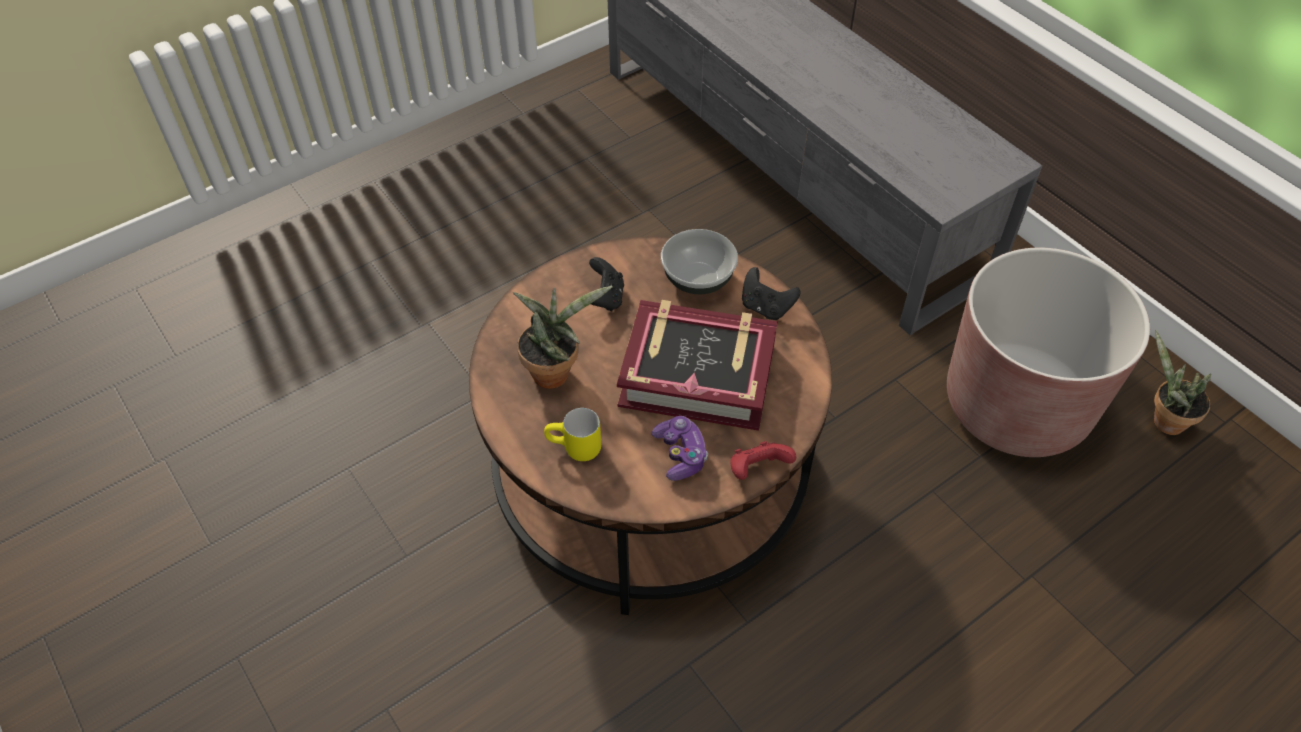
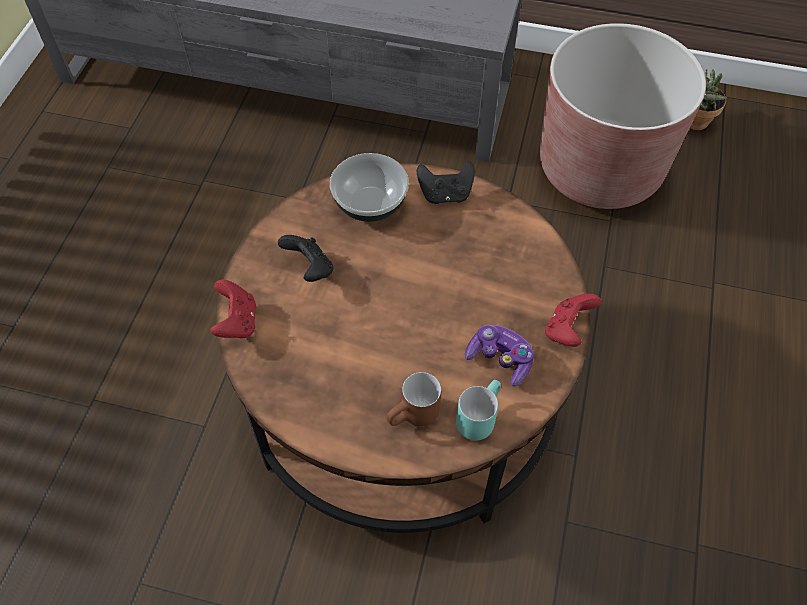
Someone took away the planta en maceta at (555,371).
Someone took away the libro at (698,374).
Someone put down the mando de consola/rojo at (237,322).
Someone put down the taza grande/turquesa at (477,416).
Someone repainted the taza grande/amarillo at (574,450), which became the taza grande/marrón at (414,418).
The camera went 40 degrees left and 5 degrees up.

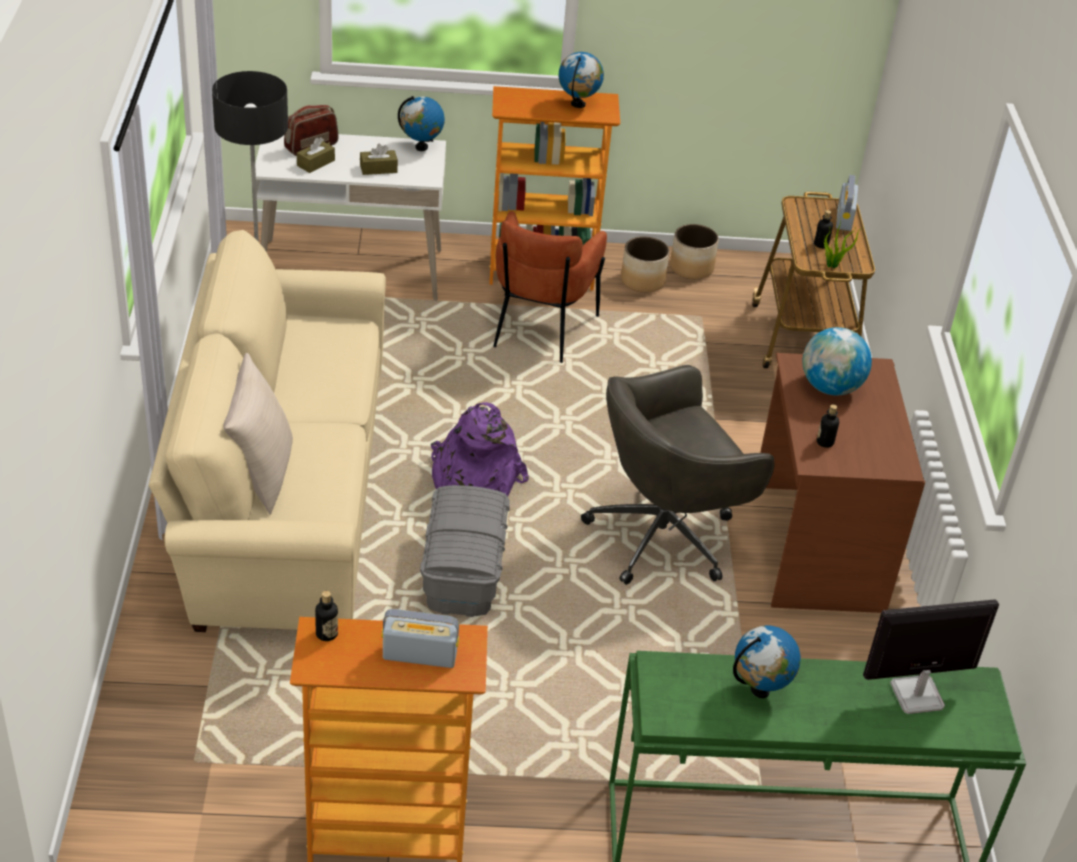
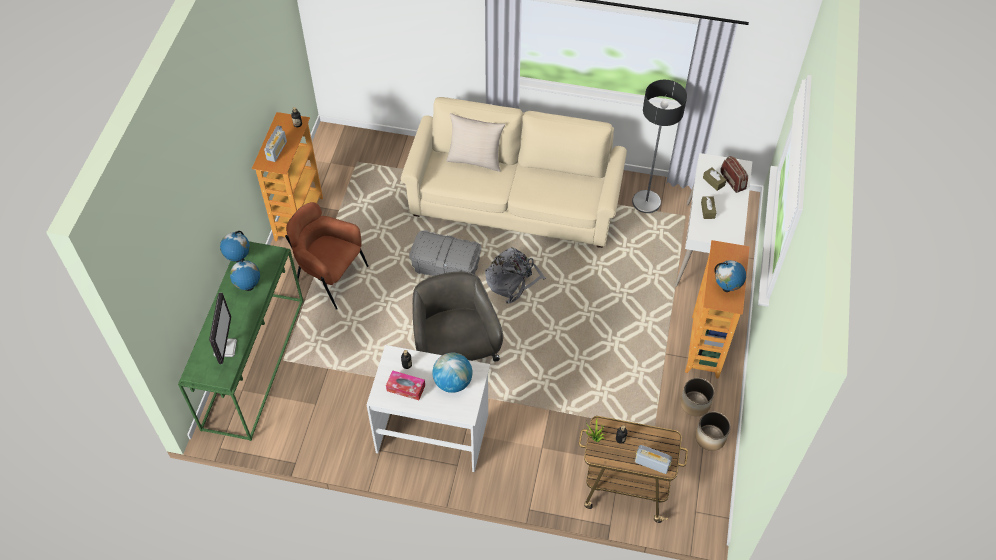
Someone put down the caja de pañuelos at (406,388).
Someone carried the globo terráqueo from (421,147) to (238,259).
Someone carried the sillón/marrón from (539,329) to (330,277).
Someone repainted the mochila/morado at (473,480), which became the mochila/gris at (512,281).
Someone repainted the escritorio/marrón at (815,546), which became the escritorio/blanco at (433,432).
The camera went 105 degrees right and 15 degrees up.

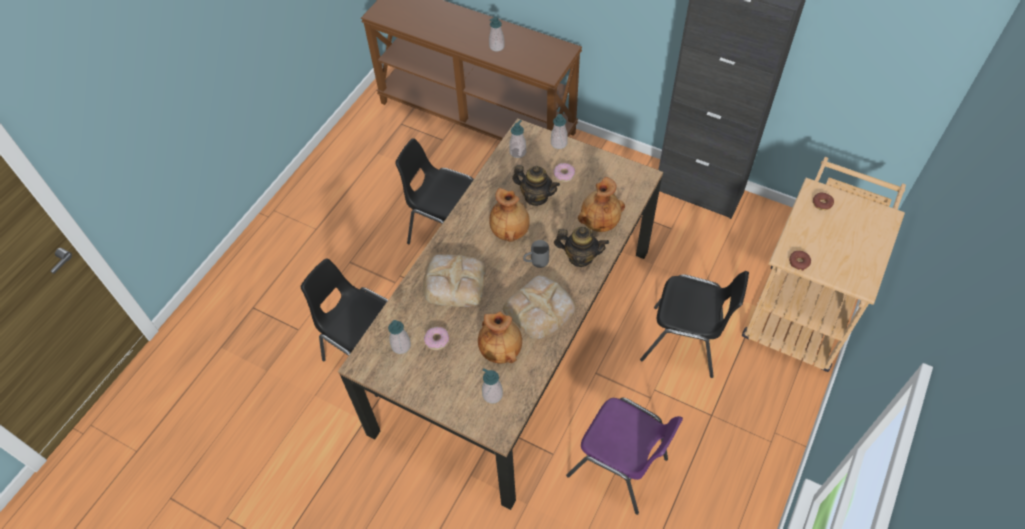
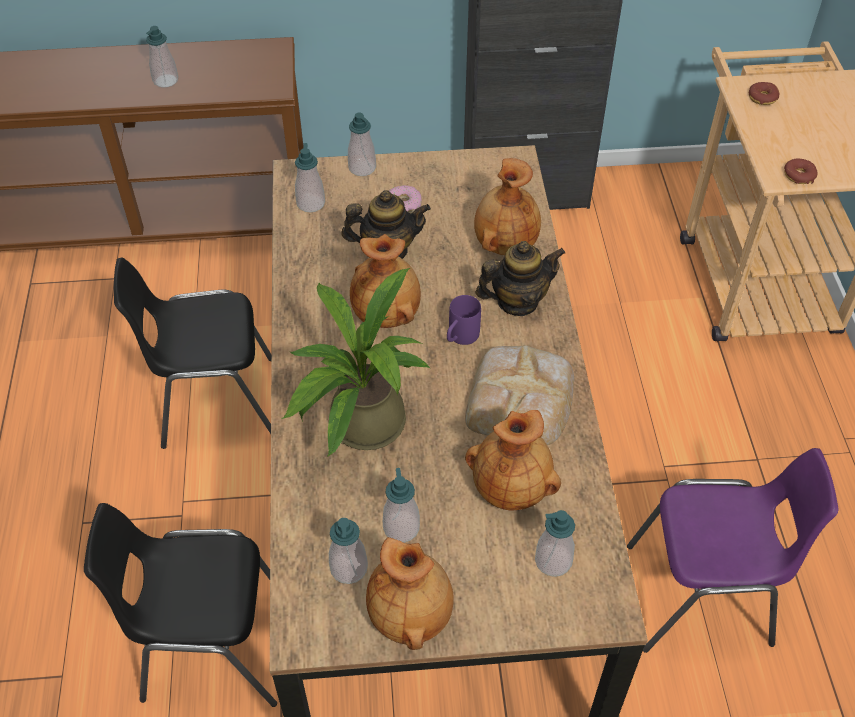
Someone took away the silla/negro at (684,343).
Someone put down the florero/marrón at (411,614).
Someone swapped the pan at (454,282) for the planta en maceta at (359,427).
Someone swapped the rosquilla at (437,340) for the dispensador de jabón at (401,528).
Someone repainted the taza grande/gris at (536,262), which became the taza grande/morado at (460,338).
The camera went 35 degrees left and 5 degrees down.

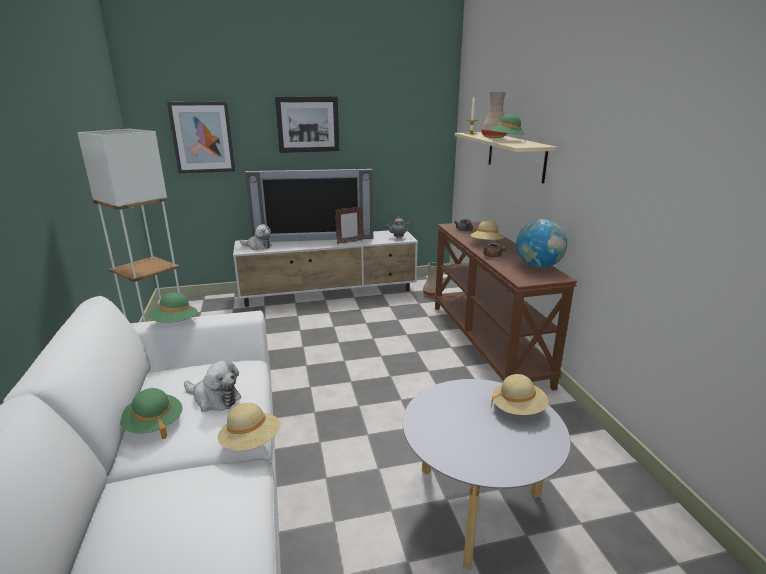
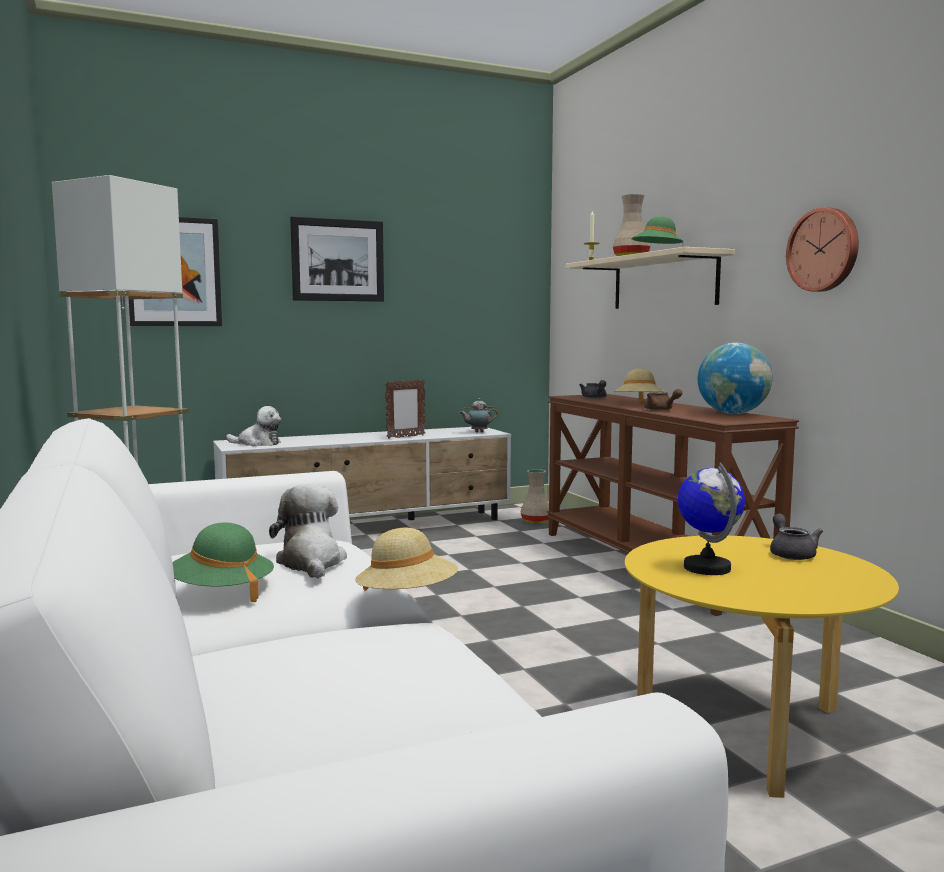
Someone took away the sombrero/verde at (175,323).
Someone took away the televisor at (313,238).
Someone put down the globo terráqueo at (707,568).
Someone put up the reloj de pared at (824,250).
Someone swapped the sombrero/beis at (518,409) for the tetera/gris at (791,554).
Someone repainted the mesa de centro/gris at (476,506), which became the mesa de centro/amarillo at (746,730).
Someone rotated the peluche at (214,399) by 120 degrees counterclockwise.
The camera went 10 degrees left and 15 degrees down.

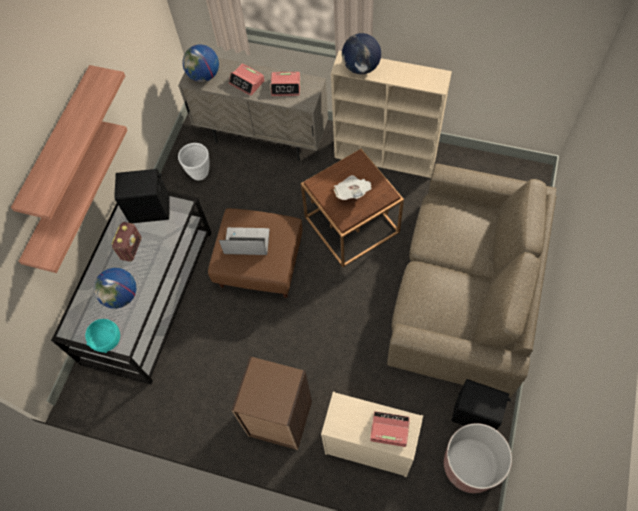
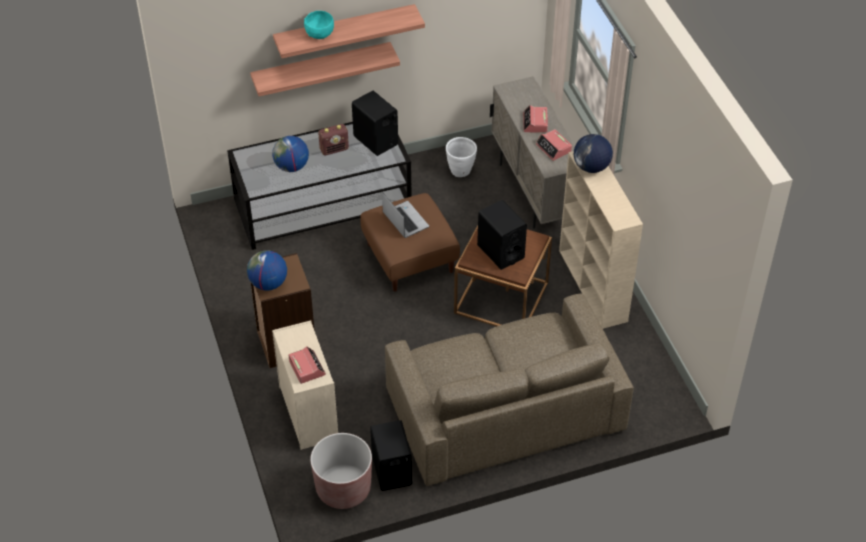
Someone carried the cuenco/turquesa from (107,339) to (320,33).
Someone carried the globo terráqueo from (204,75) to (268,283).
Someone swapped the periódico at (352,192) for the altavoz/negro at (500,251).
The camera went 50 degrees right and 15 degrees down.

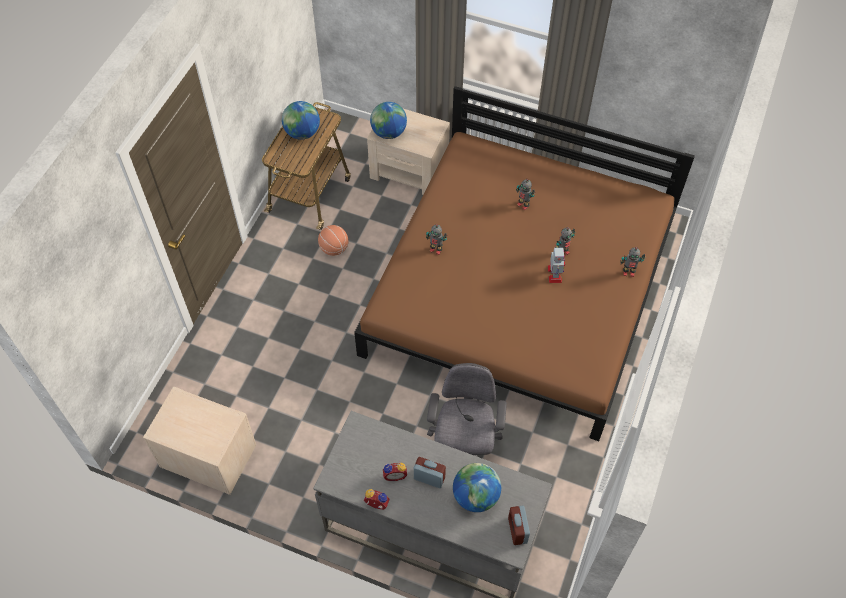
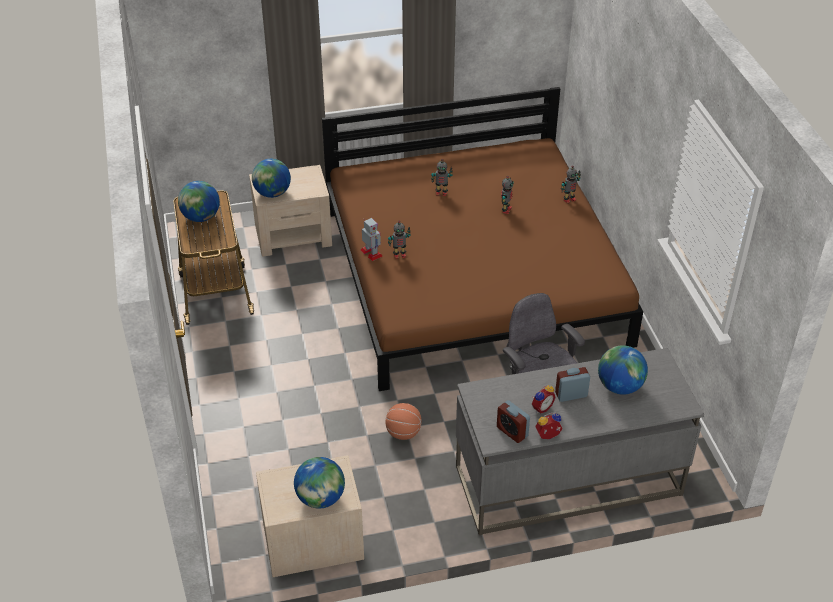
Someone put down the globo terráqueo at (320,498).
Someone carried the balón de baloncesto from (334,248) to (403,433).
Someone carried the despertador from (517,530) to (512,432).
Someone carried the robot de juguete from (554,274) to (371,253).
The camera went 35 degrees left and 15 degrees down.

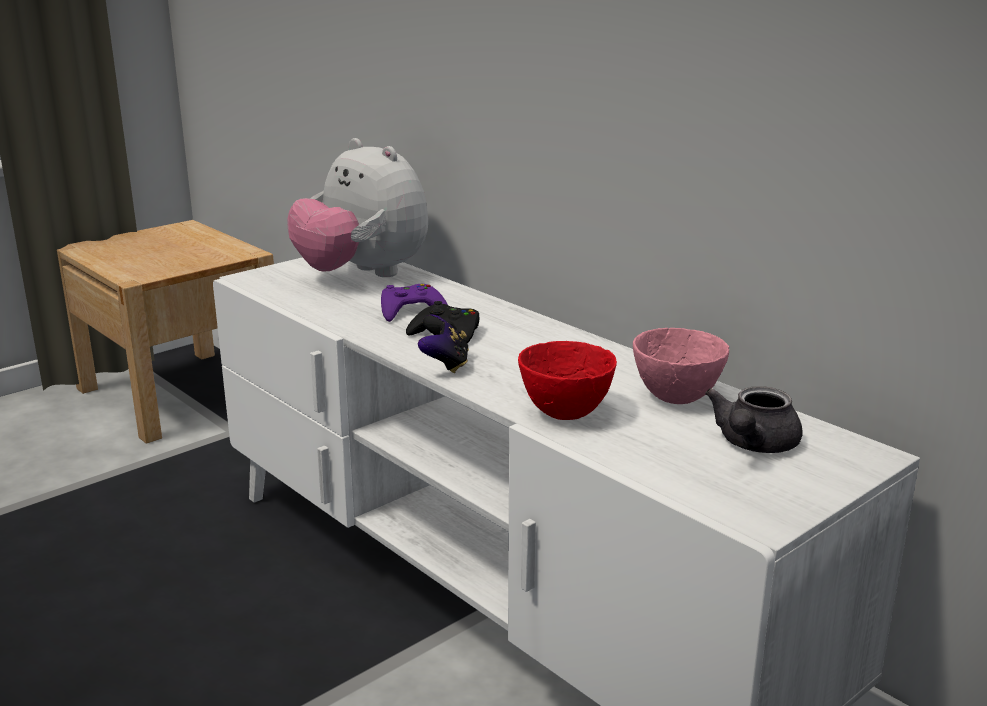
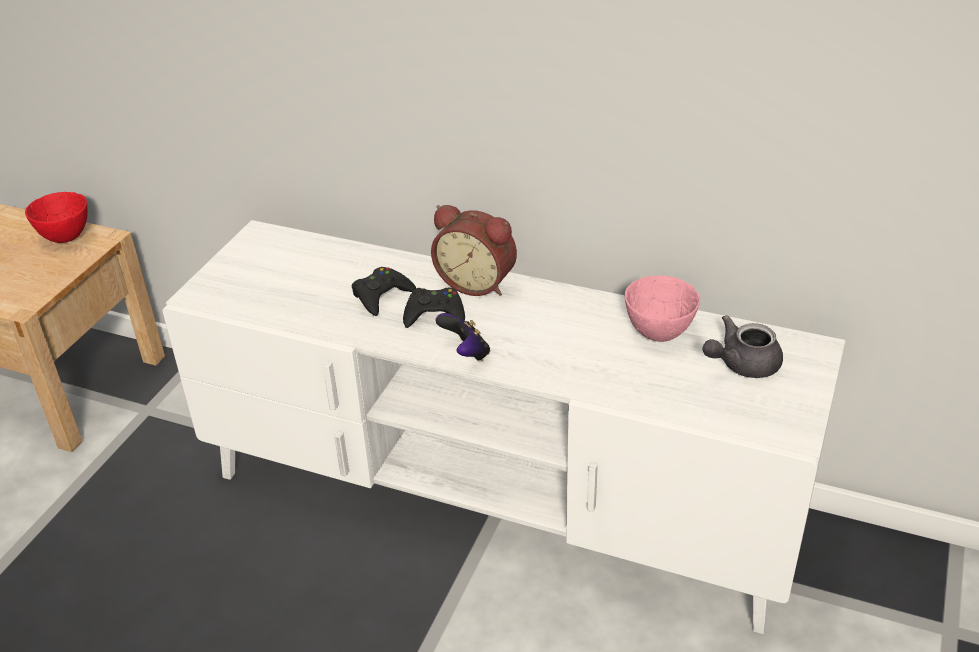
Someone took away the peluche at (362,275).
Someone put down the despertador at (477,282).
Someone carried the cuenco/rojo from (564,413) to (64,237).
Someone repainted the mando de consola/morado at (411,310), which became the mando de consola/negro at (381,295).
Someone rotated the tetera/gris at (753,445) by 60 degrees clockwise.
The camera went 25 degrees left and 15 degrees up.

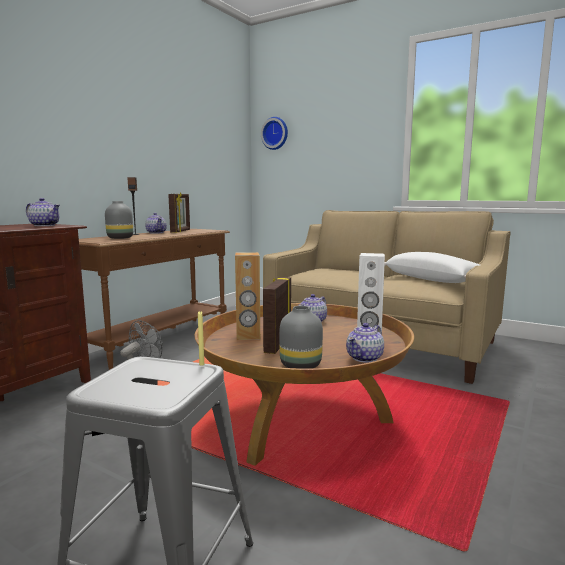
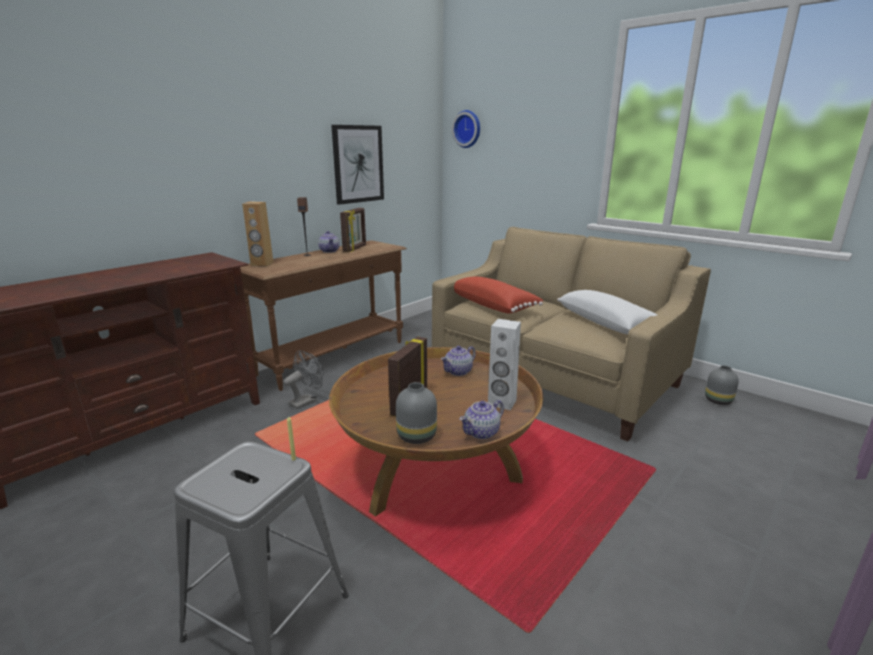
Someone took away the tetera at (44,225).
Someone put up the cuadro at (358,164).
Someone put down the cojín/rojo at (494,305).
Someone carried the florero/gris from (121,238) to (718,400).
Someone carried the altavoz/marrón from (248,336) to (262,264).
The camera went 10 degrees right and 10 degrees up.

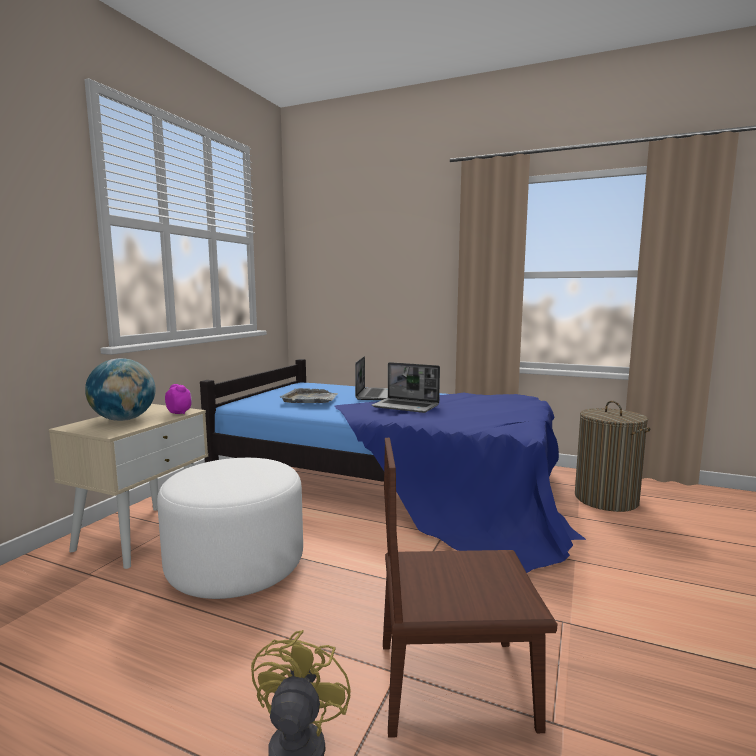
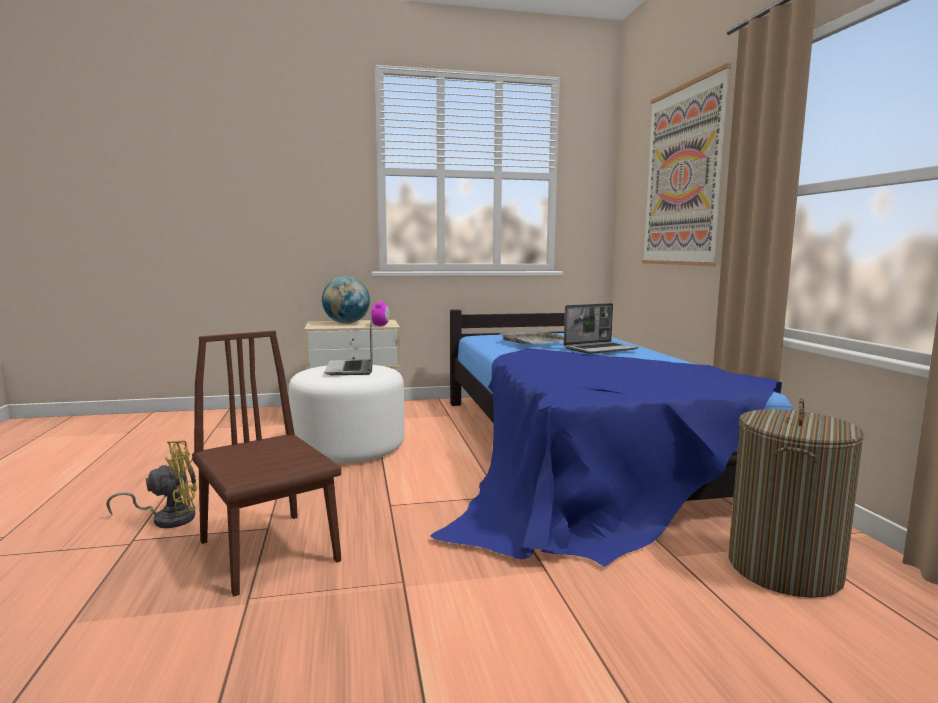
Someone put up the cuadro at (682,176).
Someone carried the portátil from (406,406) to (351,369).
The camera went 55 degrees right and 0 degrees up.

